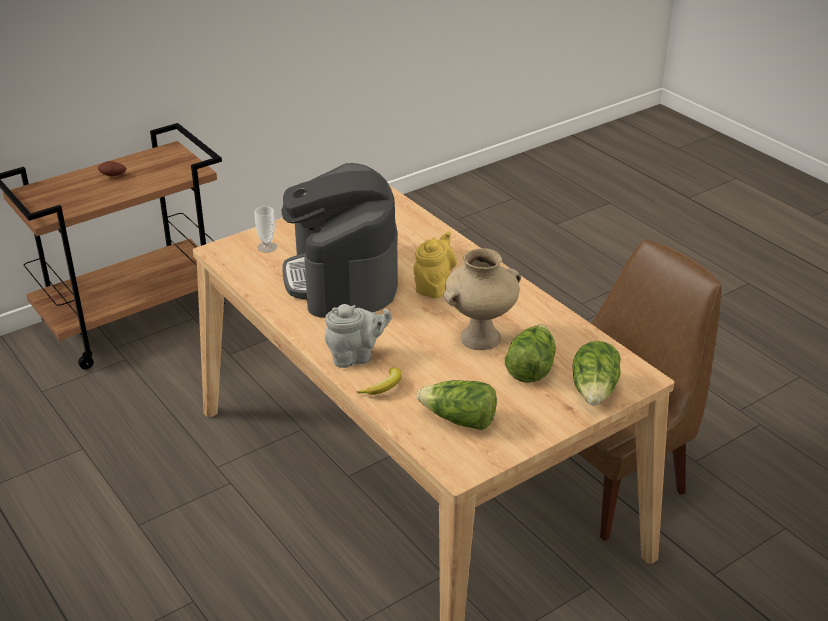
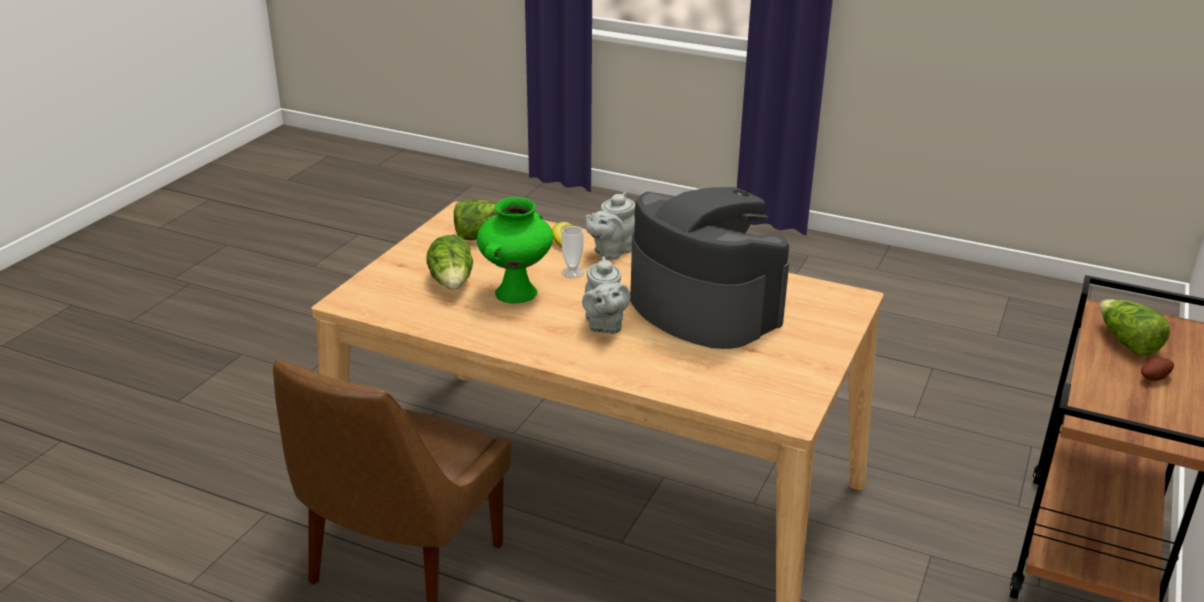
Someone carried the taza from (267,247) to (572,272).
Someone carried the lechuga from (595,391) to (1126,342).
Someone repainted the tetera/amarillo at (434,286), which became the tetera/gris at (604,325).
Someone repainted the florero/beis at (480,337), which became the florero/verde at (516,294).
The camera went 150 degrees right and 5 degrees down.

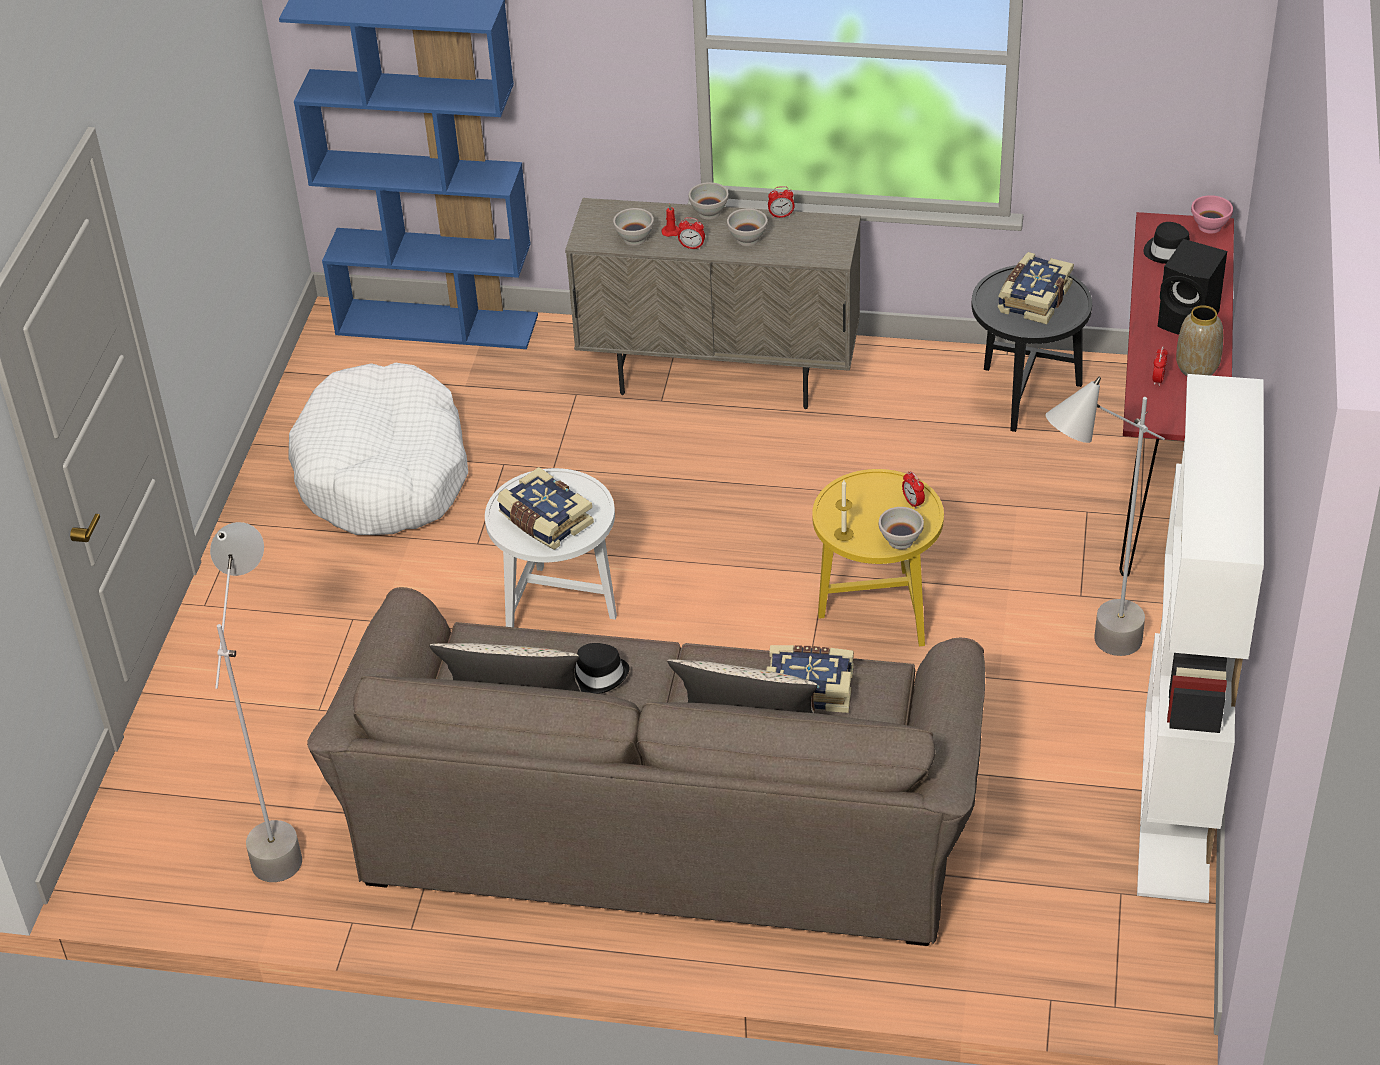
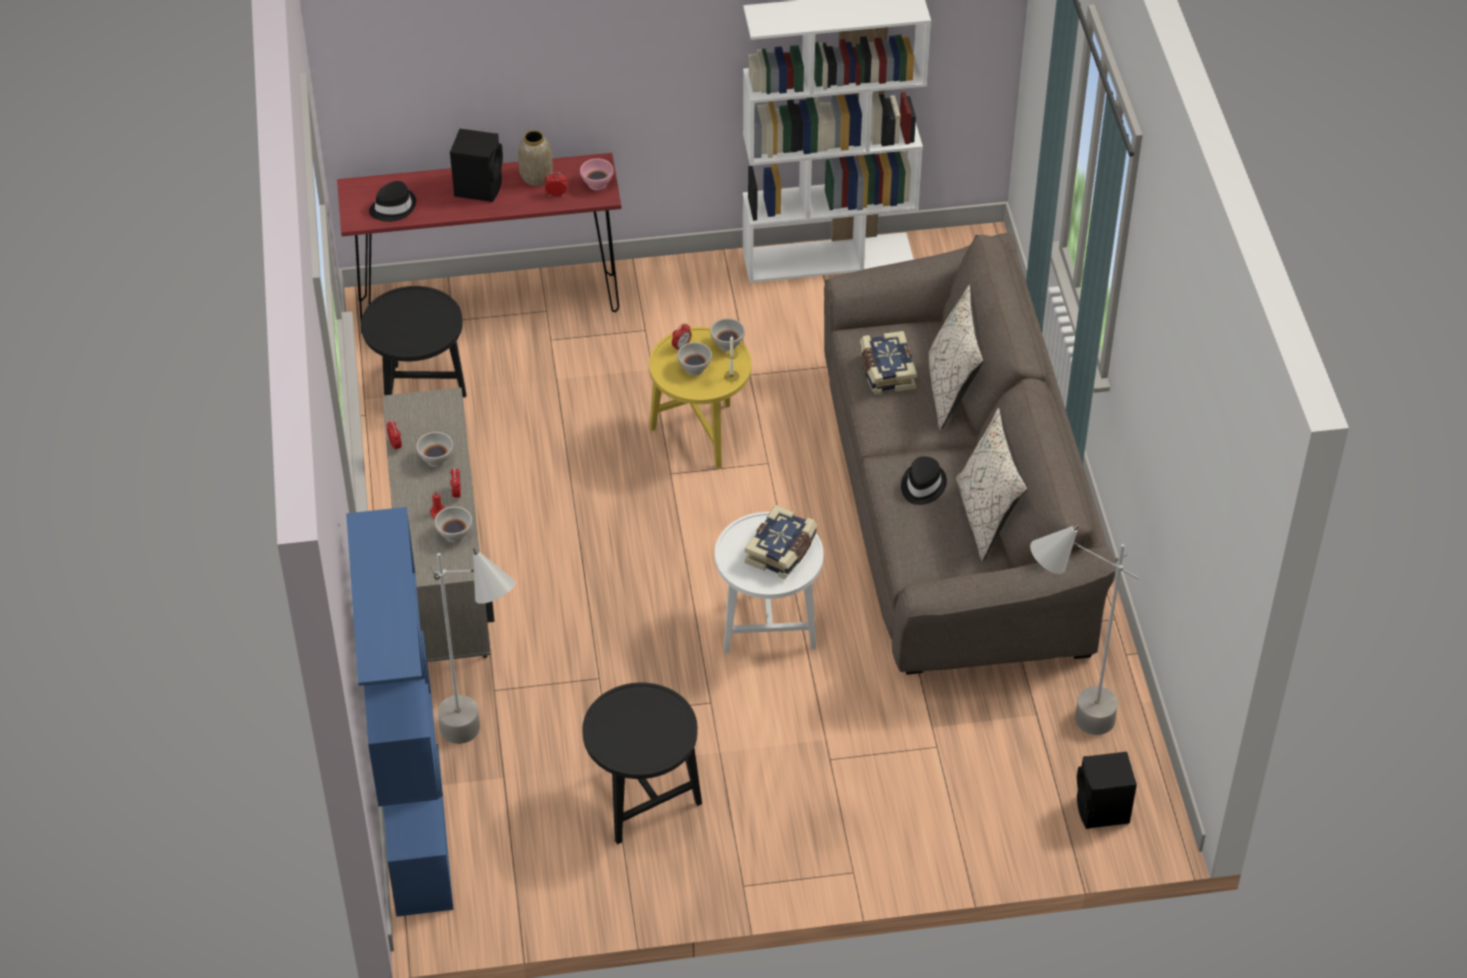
Someone took away the libro at (1033,298).
Someone put down the altavoz/negro at (1102,811).
Someone carried the cuenco/blanco from (708,213) to (694,369).
Someone carried the lámpara de pie/gris from (1086,654) to (484,745).
Someone carried the cuenco/rosa from (1209,226) to (597,184).
Someone swapped the cama para perro/blanco at (384,473) for the mesa auxiliar/negro at (642,799).
The camera went 110 degrees left and 5 degrees up.

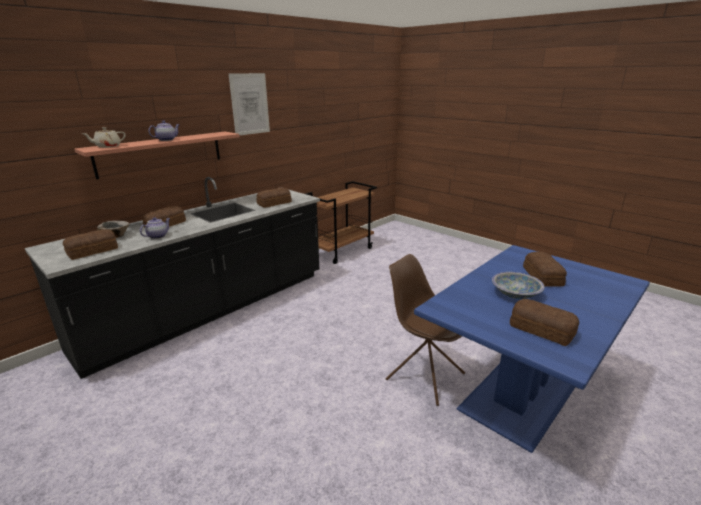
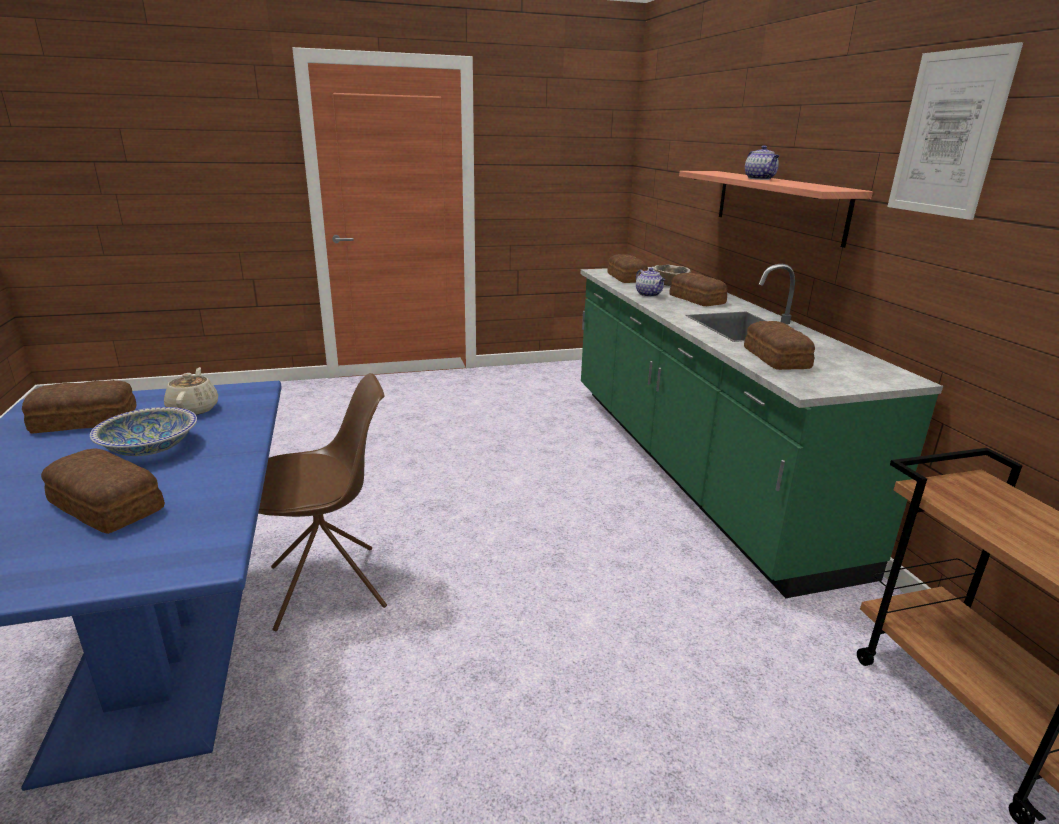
Someone carried the tetera/beis from (107,146) to (194,409).
Someone repainted the mueble bajo de cocina/negro at (210,310), which became the mueble bajo de cocina/verde at (691,465).
The camera went 120 degrees right and 0 degrees up.

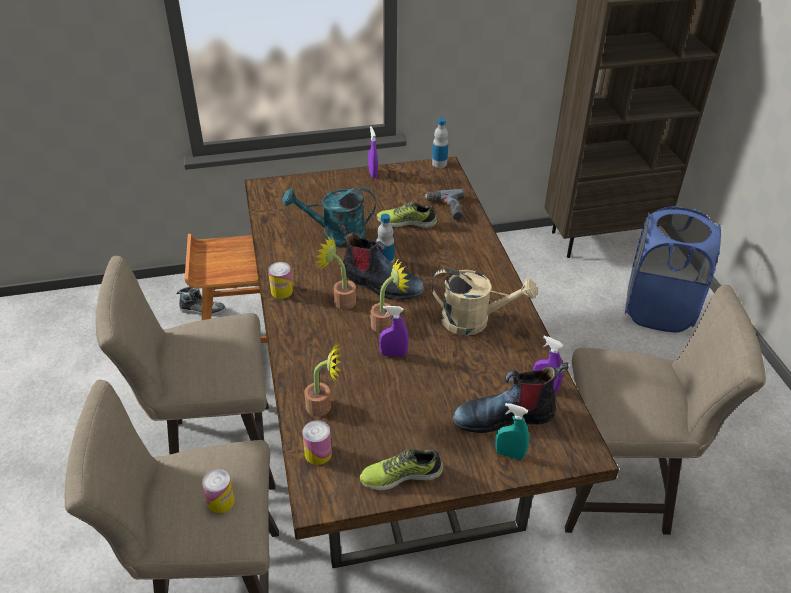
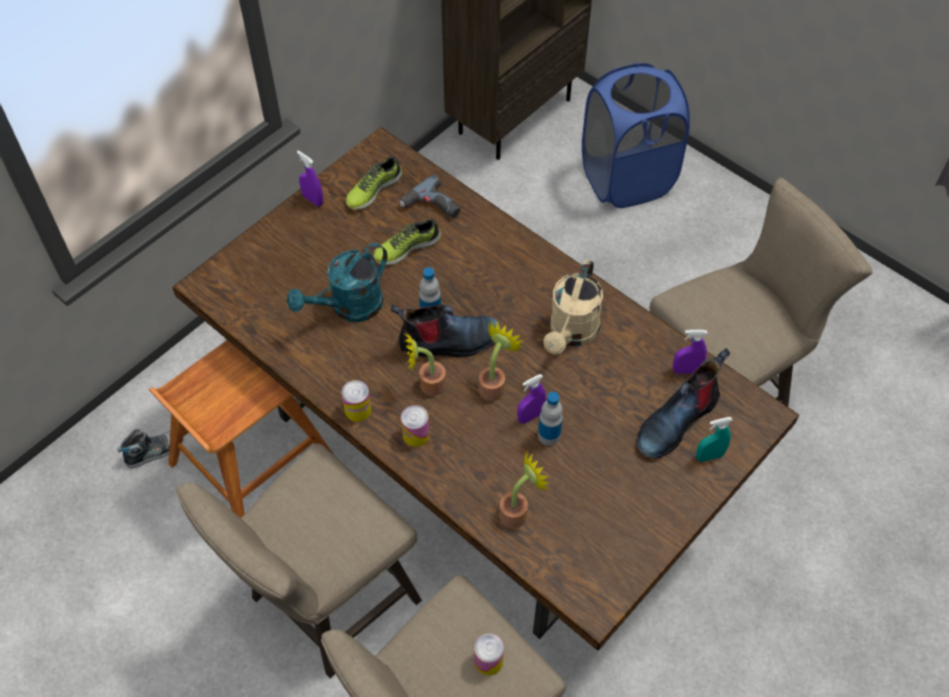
Someone carried the lata from (318,453) to (416,435).
Someone carried the zapato from (401,475) to (373,190).
Someone carried the botella from (439,163) to (549,435).
Someone rotated the regadera/beis at (474,321) by 135 degrees clockwise.
The camera went 35 degrees left and 15 degrees up.

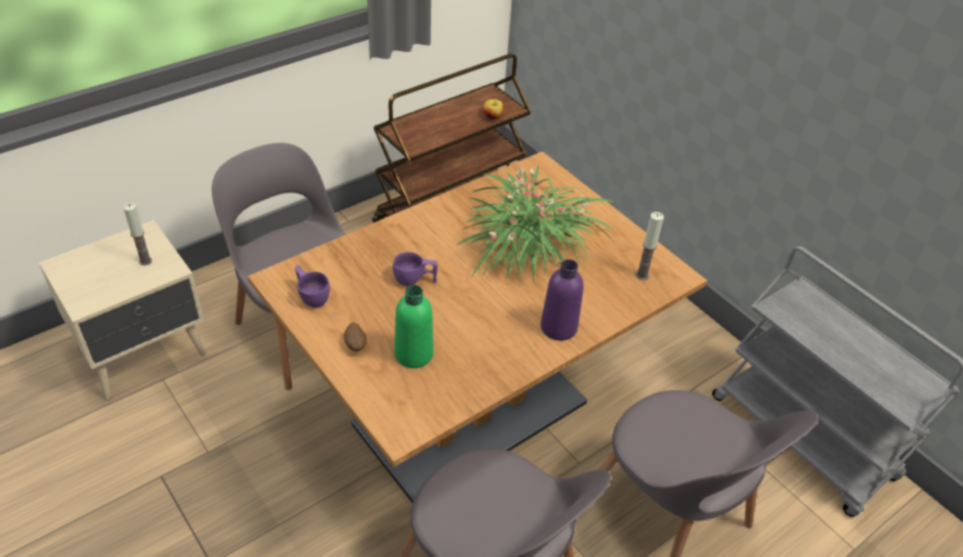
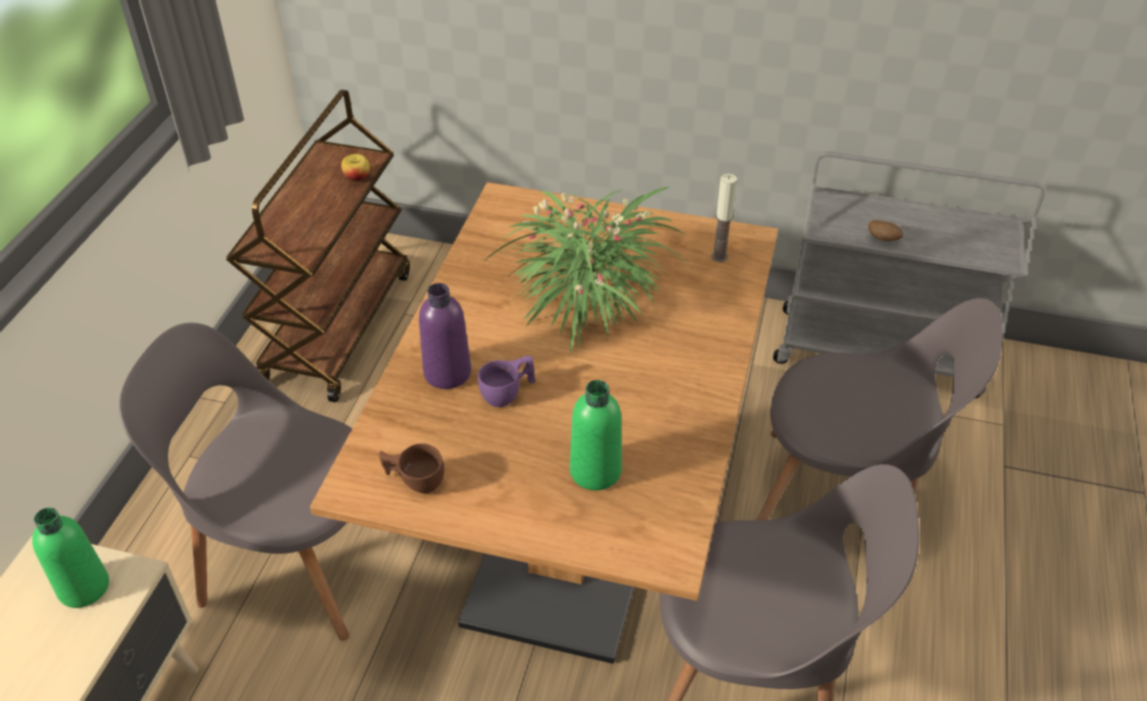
Someone carried the patata from (356,345) to (883,239).
Someone carried the botella/morado from (558,327) to (447,373).
Someone swapped the vela at (145,261) for the botella/verde at (84,587).
Someone repainted the taza/morado at (312,295), which became the taza/marrón at (414,480).
The camera went 35 degrees left and 0 degrees up.

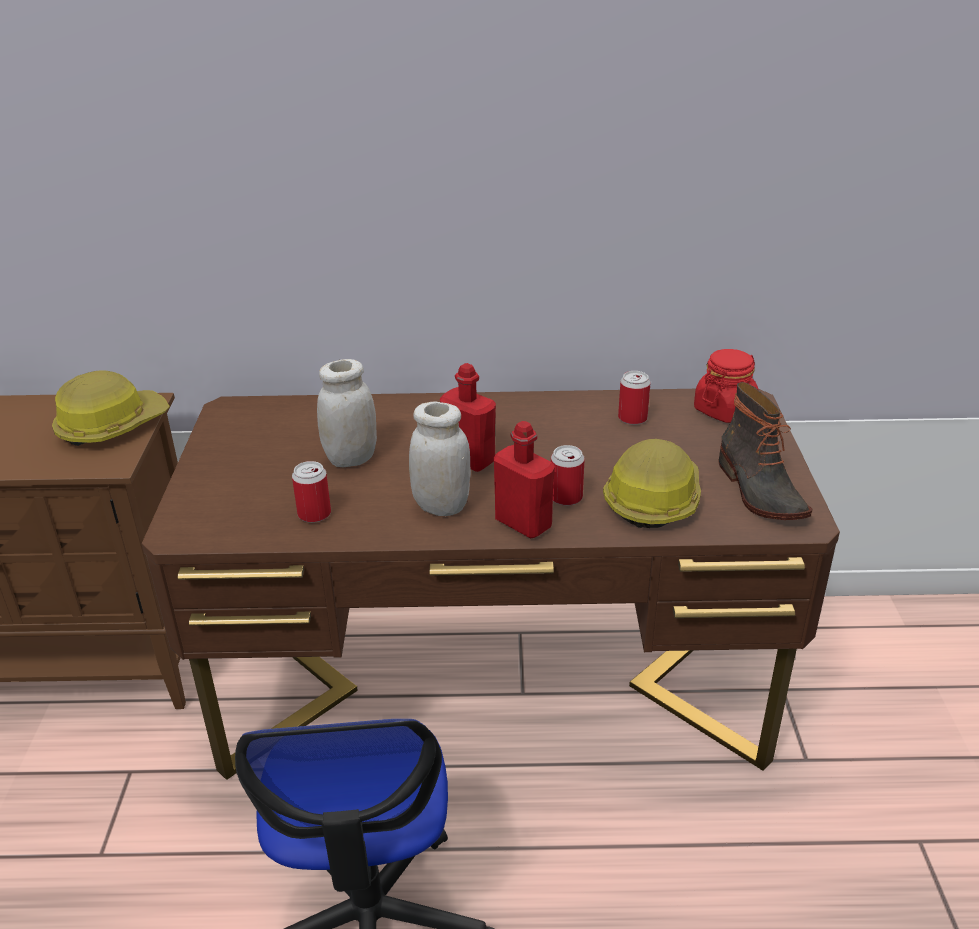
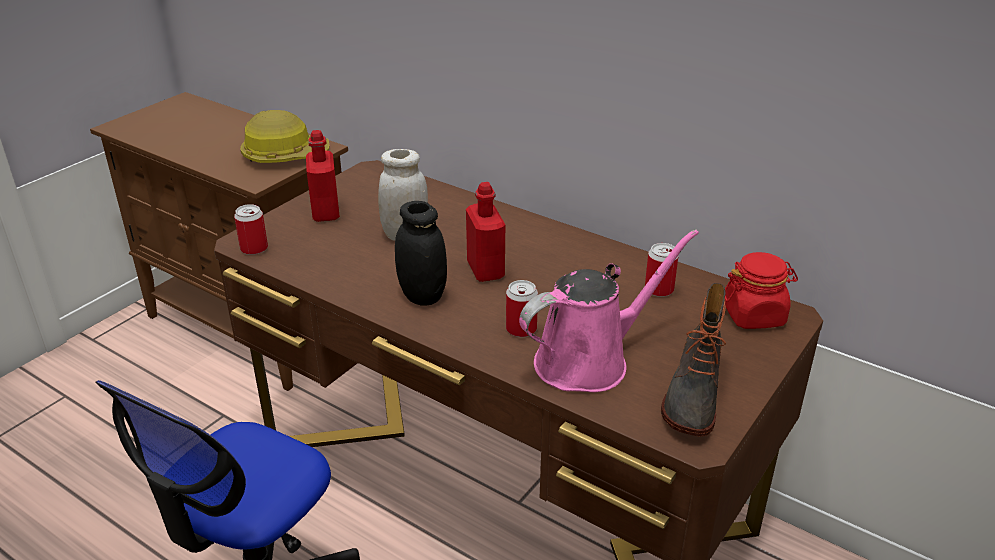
Someone carried the lata from (314,514) to (254,249).
Someone carried the botella/rojo from (523,523) to (325,212).
Someone swapped the casco at (652,498) for the regadera/rosa at (589,361).
Someone repainted the tarro/blanco at (441,506), which became the tarro/negro at (422,296).
The camera went 35 degrees right and 0 degrees up.

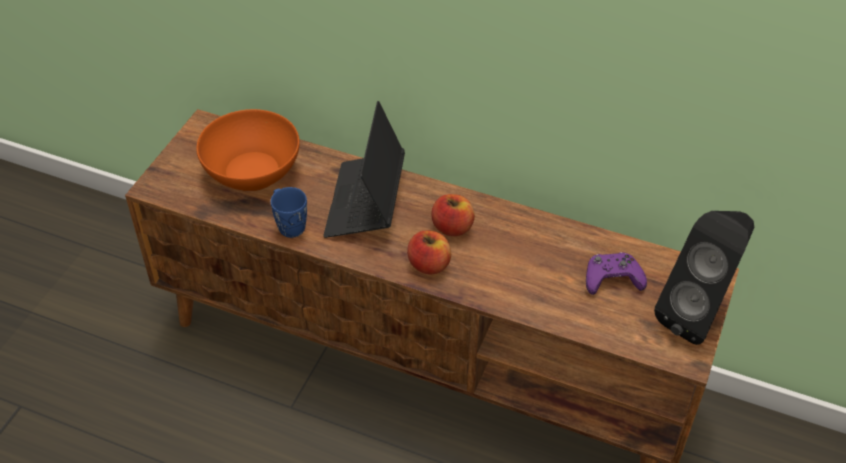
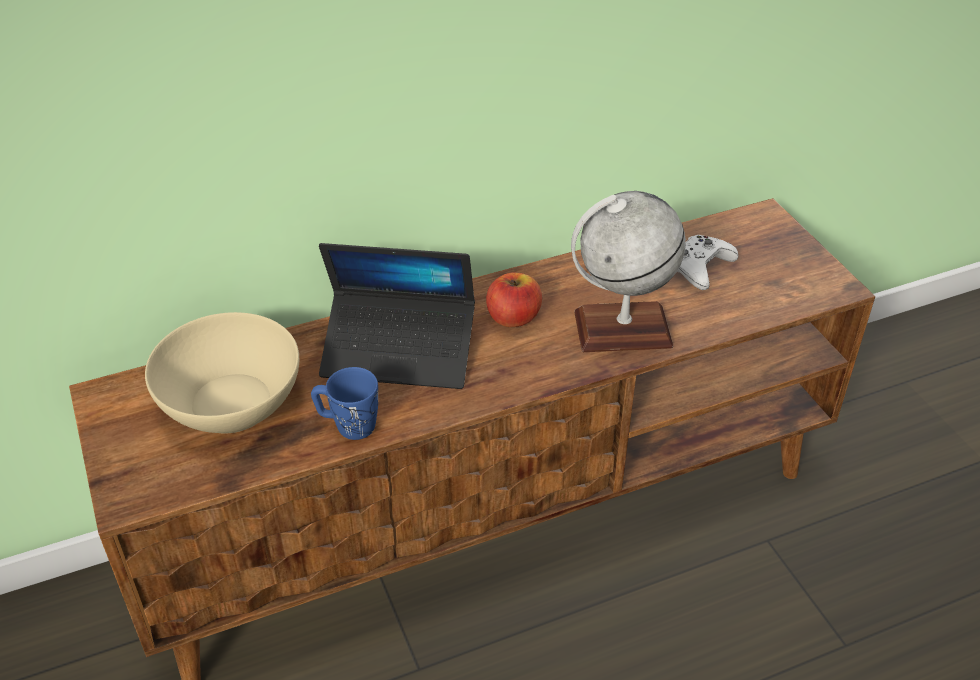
Someone took away the manzana at (429,265).
Someone took away the altavoz/negro at (697,314).
Someone put down the globo terráqueo at (622,329).
Someone repainted the cuenco/naranja at (251,172), which became the cuenco/beis at (231,404).
Someone repainted the mando de consola/morado at (612,278), which became the mando de consola/blanco at (700,267).
Someone rotated the portátil at (365,203) by 45 degrees counterclockwise.
The camera went 45 degrees left and 5 degrees down.

